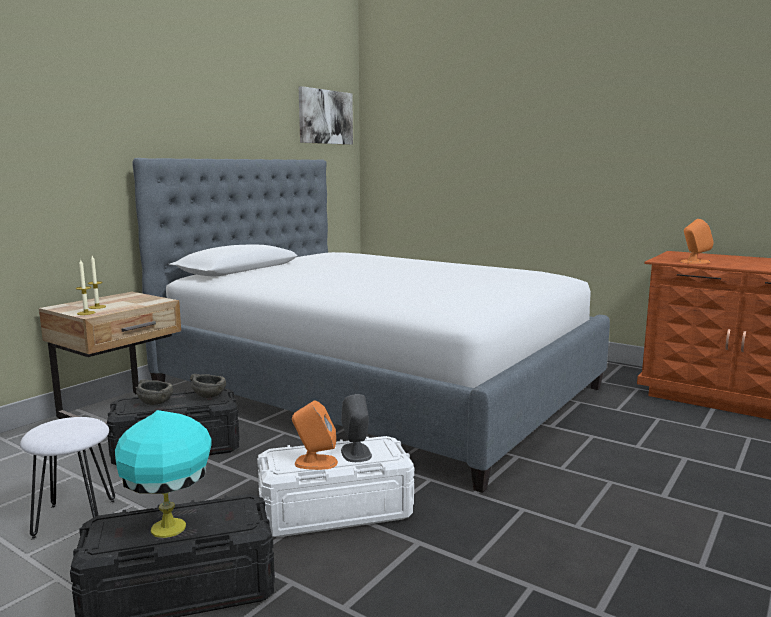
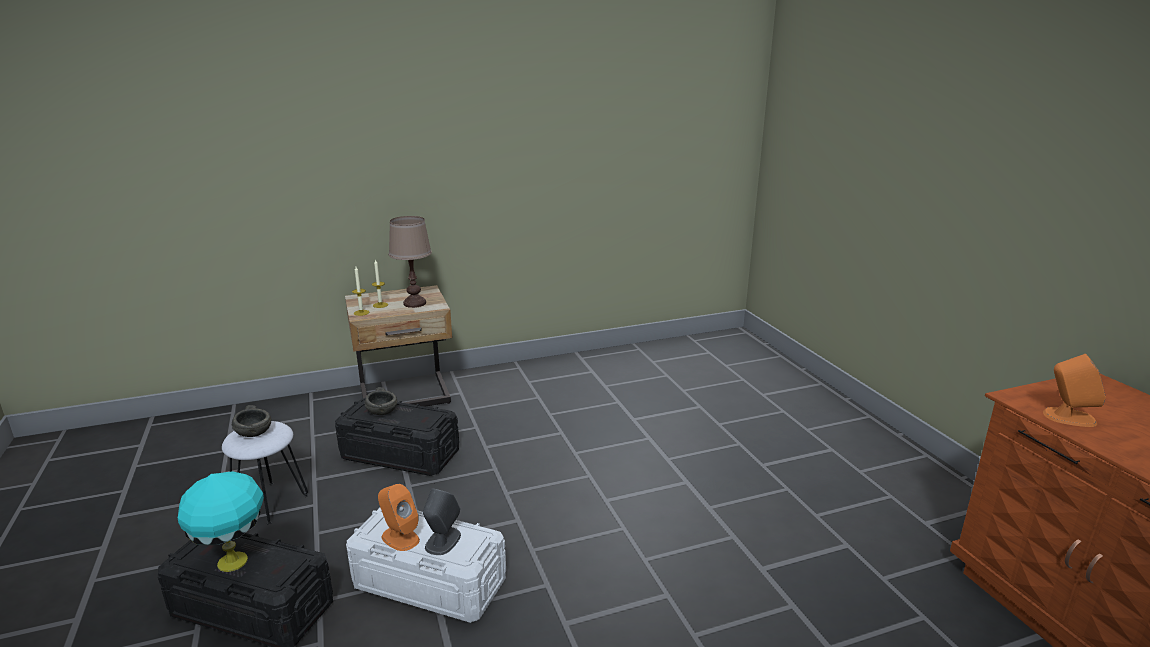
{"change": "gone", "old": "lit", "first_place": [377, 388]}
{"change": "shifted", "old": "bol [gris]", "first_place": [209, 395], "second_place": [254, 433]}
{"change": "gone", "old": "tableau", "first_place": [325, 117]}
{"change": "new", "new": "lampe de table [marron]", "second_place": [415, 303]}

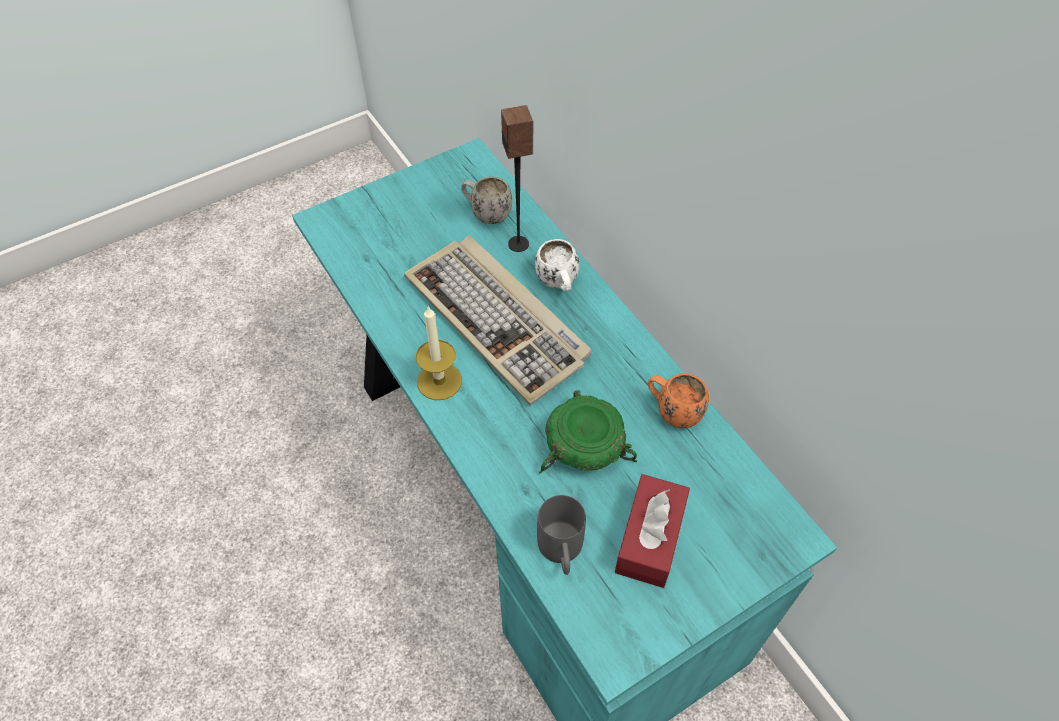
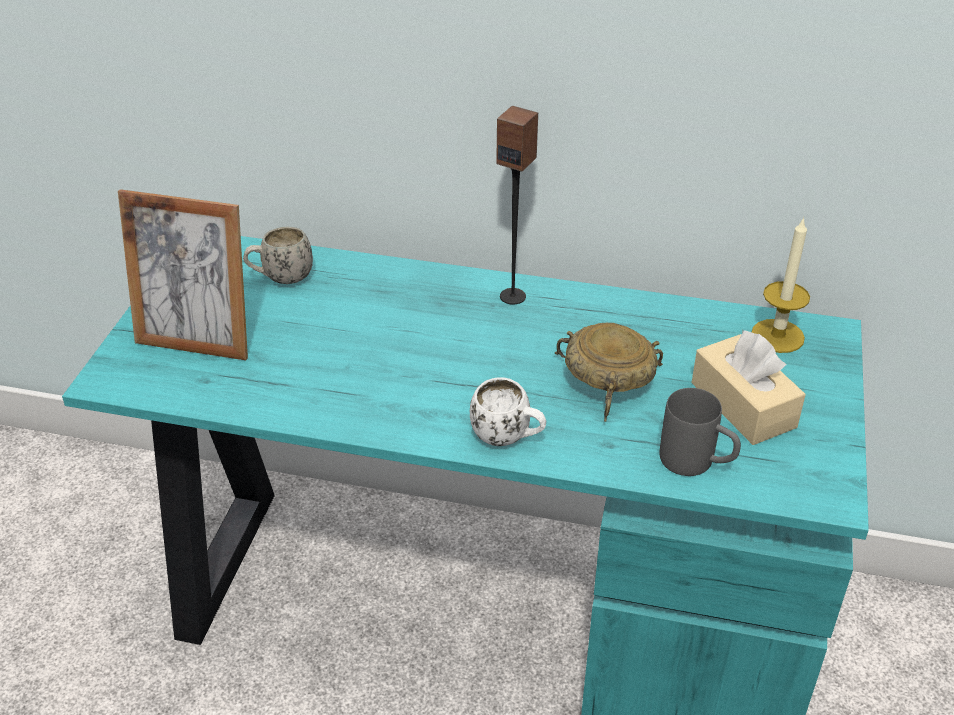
{"change": "gone", "old": "clavier", "first_place": [498, 320]}
{"change": "shifted", "old": "bougie", "first_place": [439, 381], "second_place": [777, 336]}
{"change": "shifted", "old": "enceinte", "first_place": [519, 244], "second_place": [513, 296]}
{"change": "shifted", "old": "mug [blanc]", "first_place": [559, 284], "second_place": [508, 438]}
{"change": "repainted", "old": "bol [vert]", "new": "bol [beige]", "first_place": [582, 446], "second_place": [607, 383]}
{"change": "repainted", "old": "boîte à mouchoirs [rouge]", "new": "boîte à mouchoirs [beige]", "first_place": [650, 538], "second_place": [743, 405]}
{"change": "gone", "old": "mug [orange]", "first_place": [672, 411]}
{"change": "new", "new": "cadre photo", "second_place": [197, 341]}

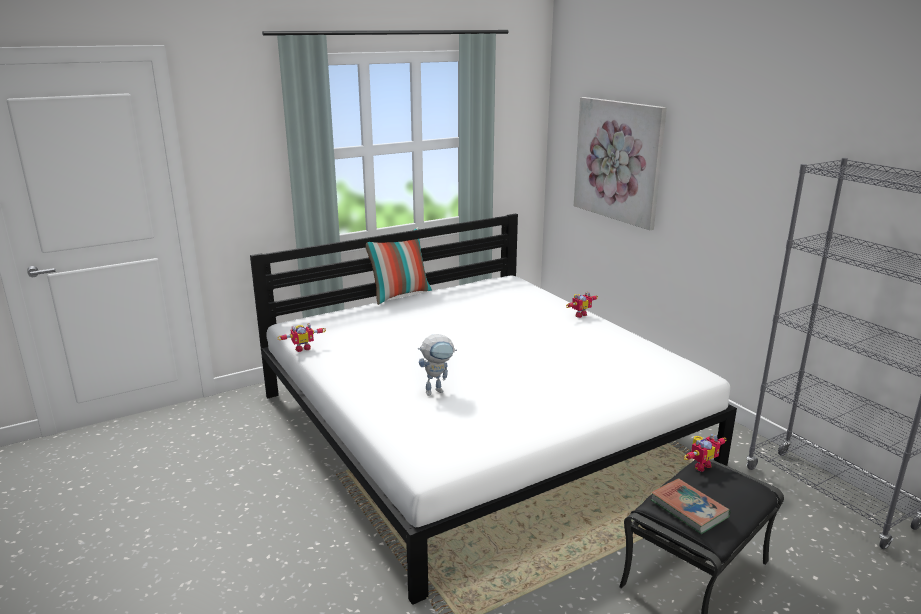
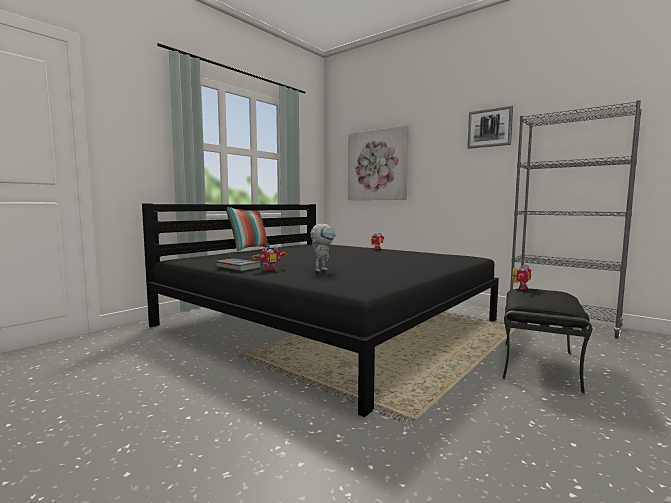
{"change": "repainted", "old": "lit [blanc]", "new": "lit [noir]", "first_place": [477, 427], "second_place": [328, 322]}
{"change": "shifted", "old": "robot jouet", "first_place": [302, 348], "second_place": [269, 269]}
{"change": "shifted", "old": "livre", "first_place": [689, 509], "second_place": [238, 267]}
{"change": "new", "new": "tableau", "second_place": [489, 128]}

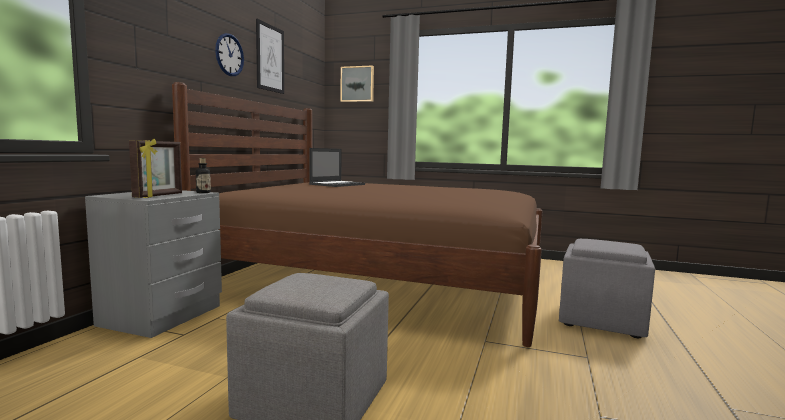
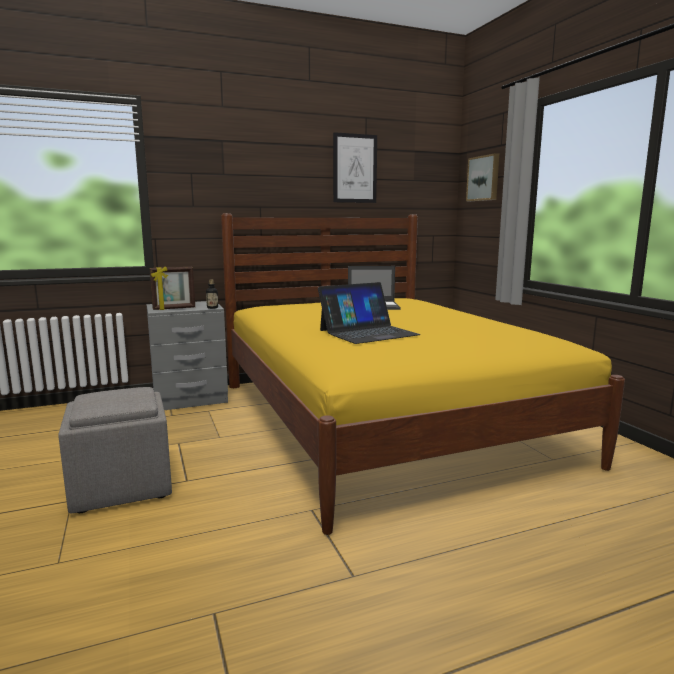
{"change": "repainted", "old": "lit [marron]", "new": "lit [jaune]", "first_place": [381, 280], "second_place": [382, 420]}
{"change": "gone", "old": "horloge murale", "first_place": [229, 55]}
{"change": "gone", "old": "pouf [gris]", "first_place": [600, 320]}
{"change": "new", "new": "ordinateur portable", "second_place": [368, 332]}

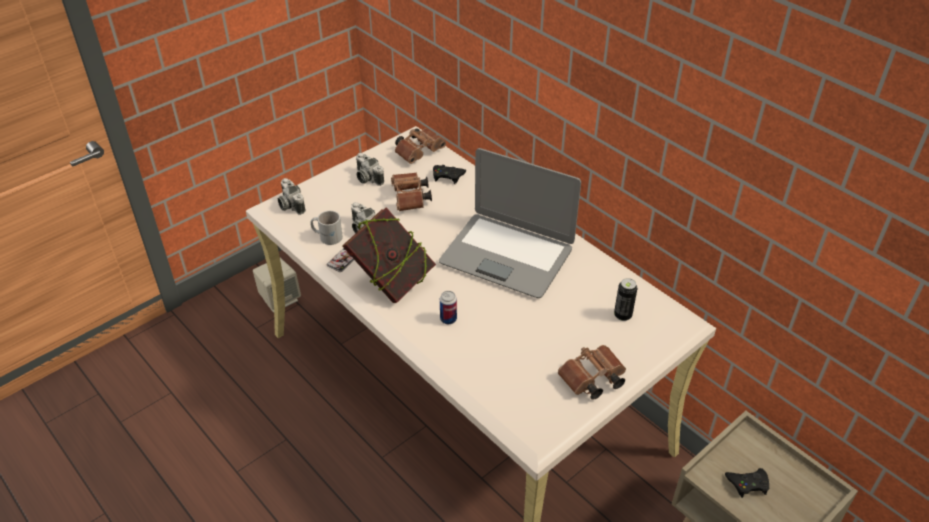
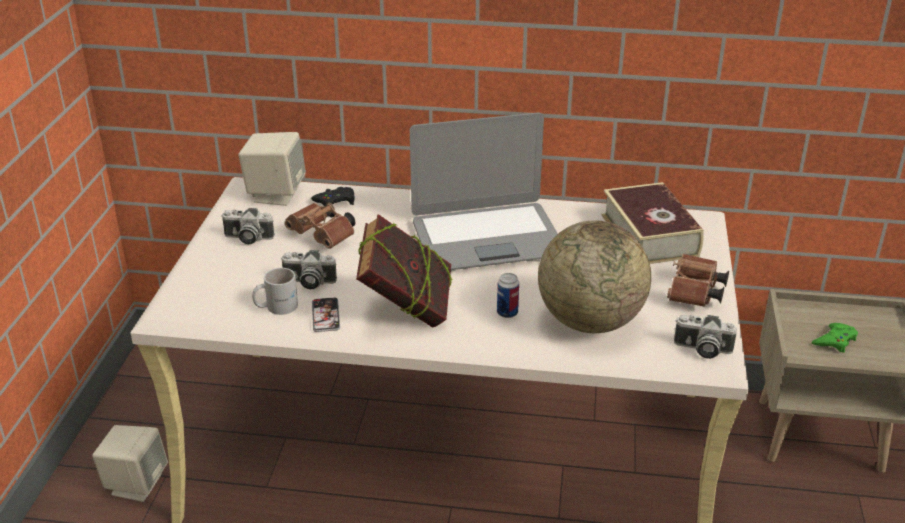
{"change": "shifted", "old": "appareil photo", "first_place": [290, 205], "second_place": [702, 349]}
{"change": "swapped", "old": "jumelles [marron]", "new": "enceinte [beige]", "first_place": [420, 152], "second_place": [275, 194]}
{"change": "swapped", "old": "boîte métallique", "new": "livre", "first_place": [622, 315], "second_place": [649, 235]}
{"change": "repainted", "old": "manette [noir]", "new": "manette [vert]", "first_place": [748, 484], "second_place": [835, 341]}
{"change": "new", "new": "globe", "second_place": [590, 321]}

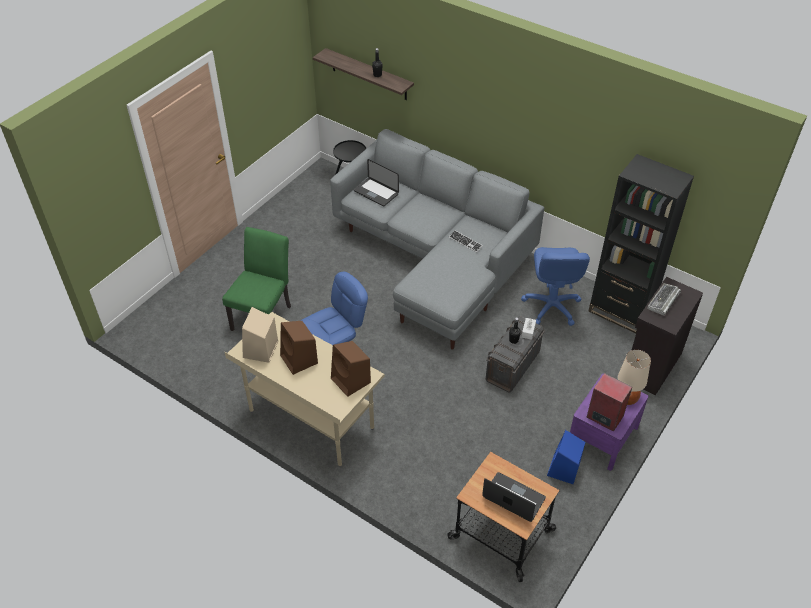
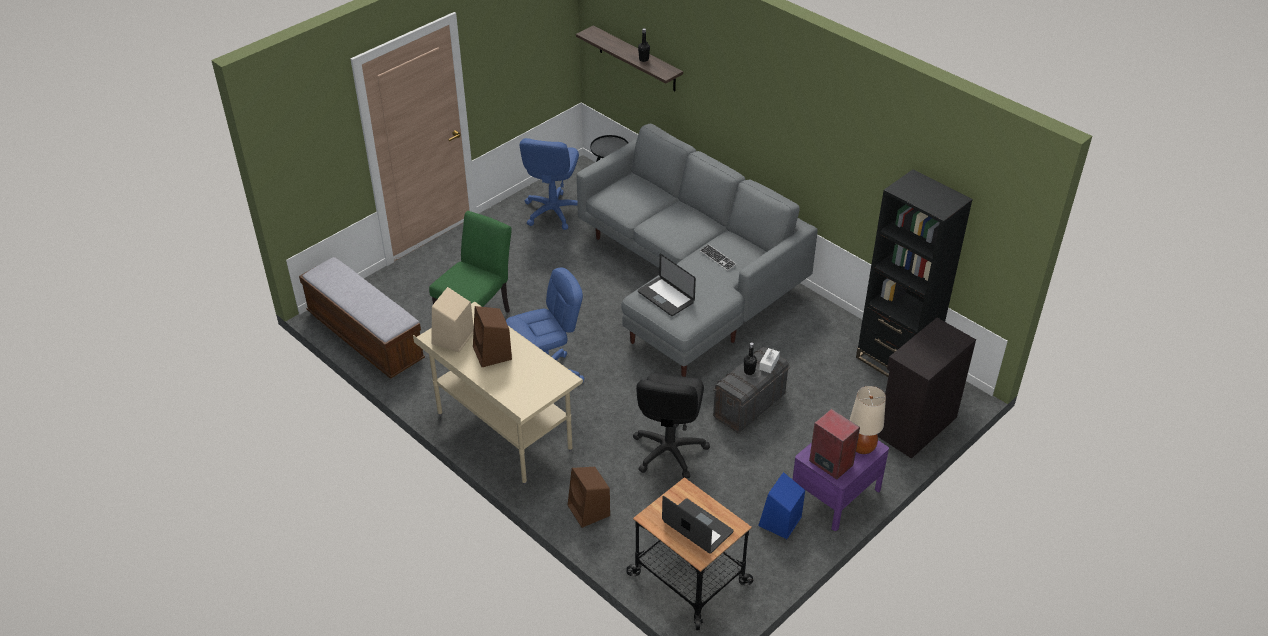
{"change": "shifted", "old": "enceinte [marron]", "first_place": [351, 381], "second_place": [589, 511]}
{"change": "shifted", "old": "ordinateur portable", "first_place": [376, 192], "second_place": [665, 297]}
{"change": "shifted", "old": "chaise de bureau [bleu]", "first_place": [551, 307], "second_place": [553, 212]}
{"change": "gone", "old": "clavier", "first_place": [663, 301]}
{"change": "new", "new": "banc", "second_place": [365, 337]}
{"change": "new", "new": "chaise de bureau [noir]", "second_place": [669, 451]}

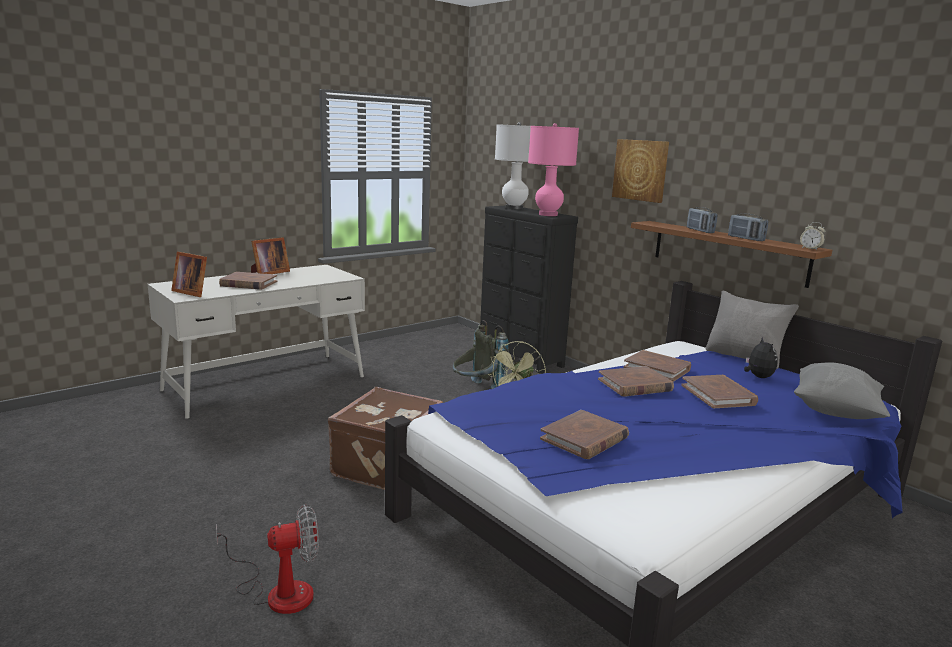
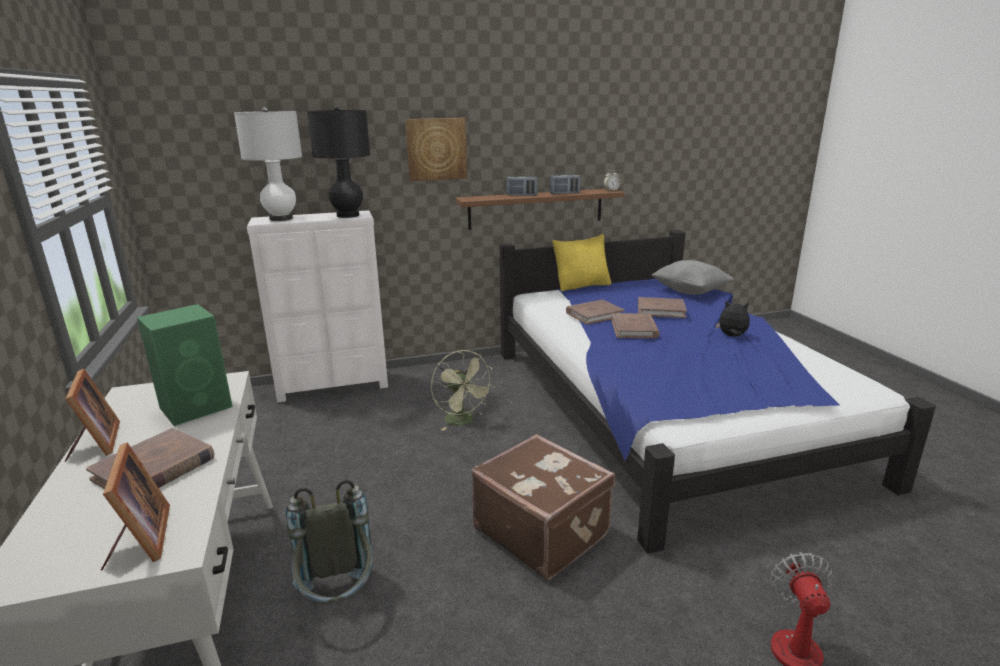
{"change": "rotated", "old": "cadre photo", "first_place": [192, 292], "second_place": [140, 540], "degrees": -75}
{"change": "shifted", "old": "sac à dos [gris]", "first_place": [476, 390], "second_place": [338, 599]}
{"change": "repainted", "old": "commode [noir]", "new": "commode [blanc]", "first_place": [520, 357], "second_place": [334, 387]}
{"change": "repainted", "old": "lampe de table [rose]", "new": "lampe de table [noir]", "first_place": [548, 215], "second_place": [348, 215]}
{"change": "gone", "old": "livre [marron]", "first_place": [584, 438]}
{"change": "repainted", "old": "coussin [gris]", "new": "coussin [jaune]", "first_place": [744, 358], "second_place": [582, 286]}
{"change": "shifted", "old": "peluche", "first_place": [758, 377], "second_place": [732, 336]}
{"change": "new", "new": "enceinte [vert]", "second_place": [198, 406]}

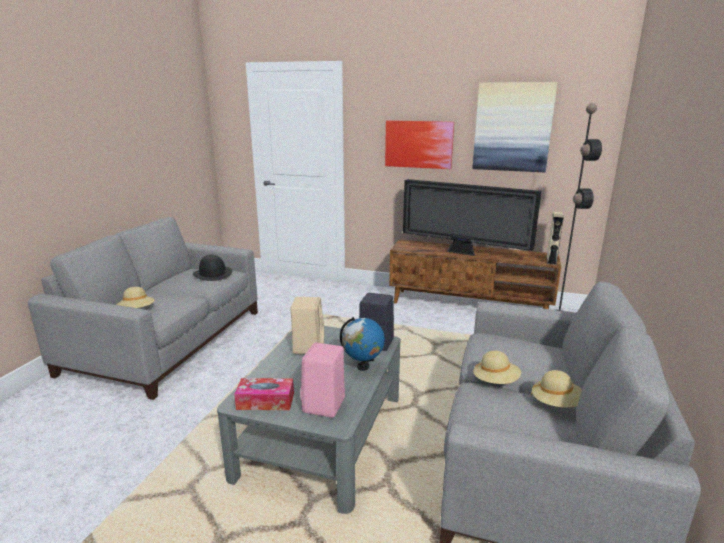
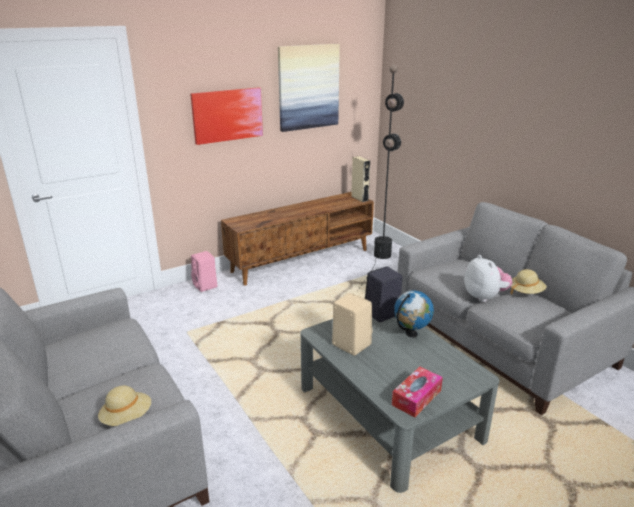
{"change": "gone", "old": "chapeau [noir]", "first_place": [213, 273]}
{"change": "shifted", "old": "enceinte [rose]", "first_place": [324, 406], "second_place": [205, 286]}
{"change": "gone", "old": "téléviseur", "first_place": [463, 253]}
{"change": "swapped", "old": "chapeau [beige]", "new": "peluche", "first_place": [495, 381], "second_place": [484, 297]}

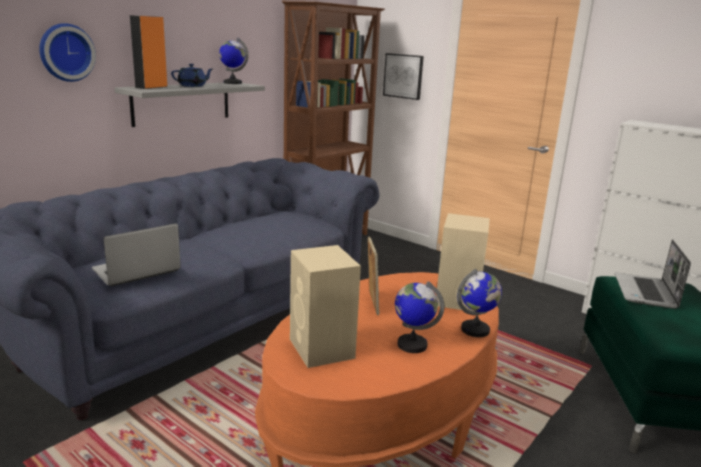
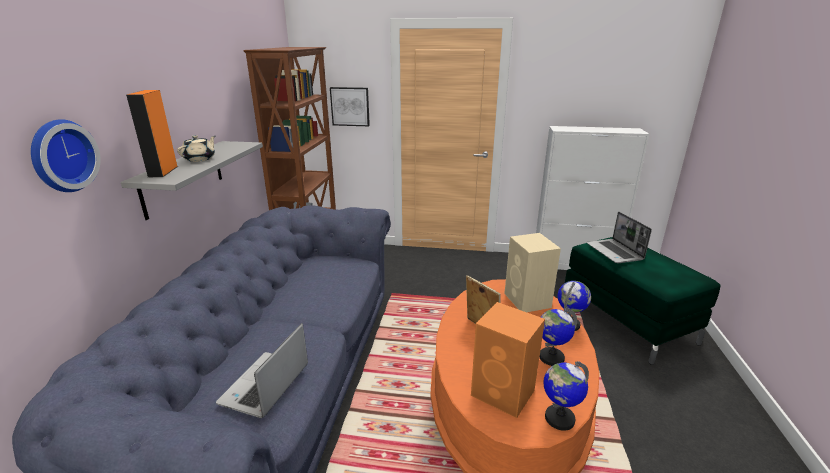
{"change": "repainted", "old": "théière [bleu]", "new": "théière [beige]", "first_place": [193, 86], "second_place": [200, 159]}
{"change": "shifted", "old": "globe", "first_place": [232, 83], "second_place": [559, 418]}
{"change": "repainted", "old": "enceinte [beige]", "new": "enceinte [orange]", "first_place": [322, 349], "second_place": [504, 393]}

